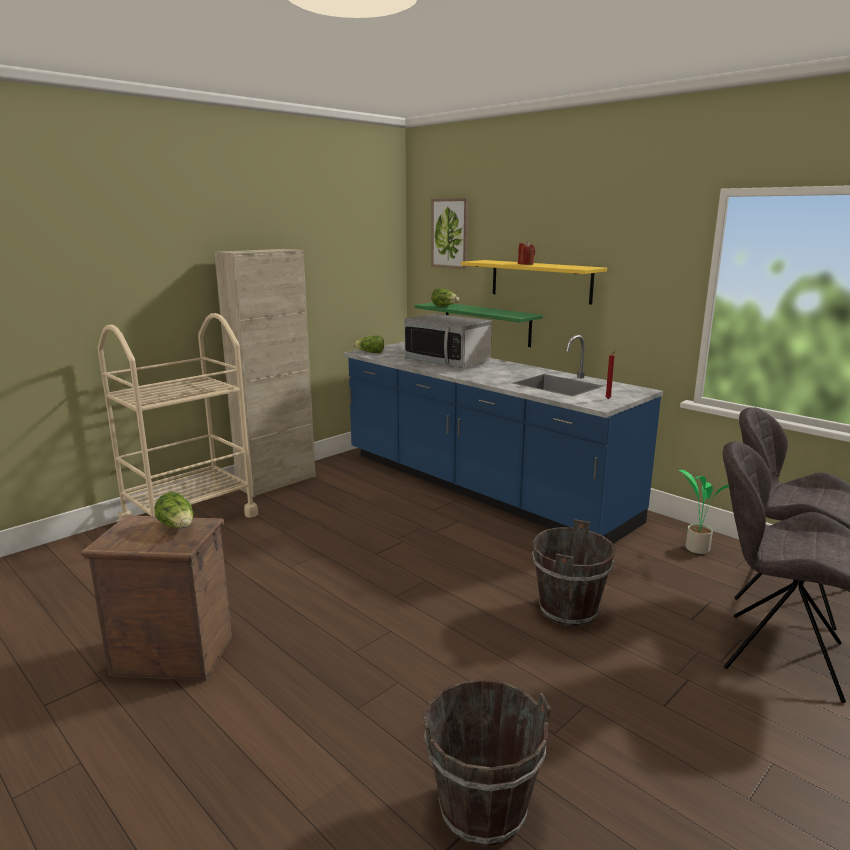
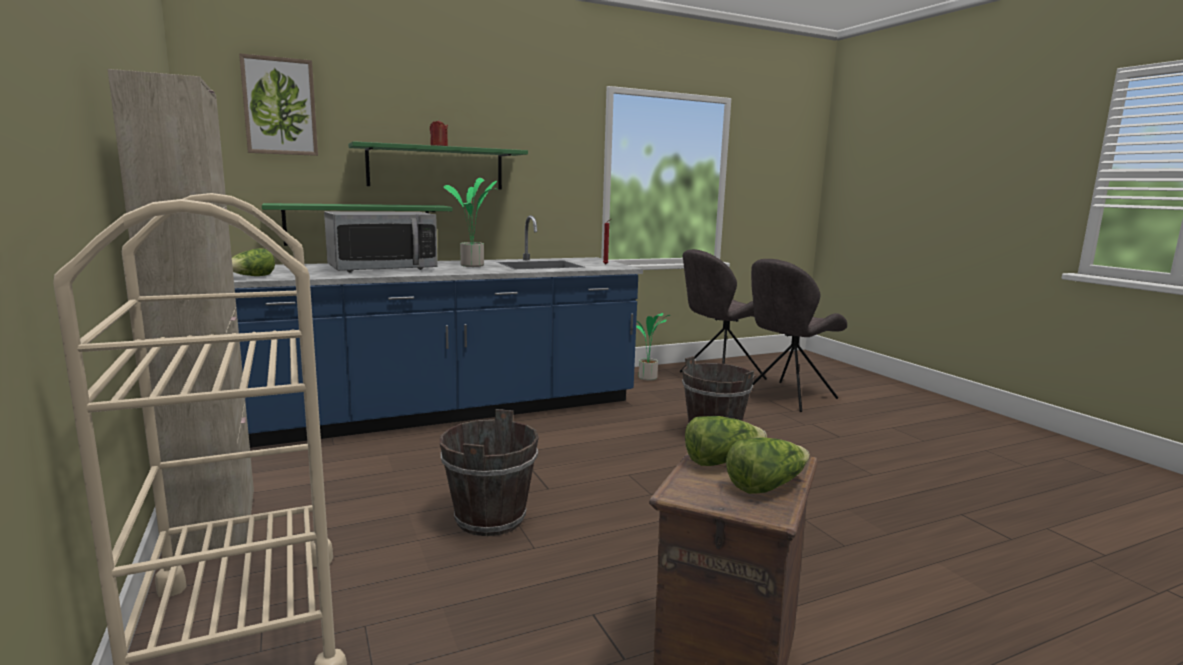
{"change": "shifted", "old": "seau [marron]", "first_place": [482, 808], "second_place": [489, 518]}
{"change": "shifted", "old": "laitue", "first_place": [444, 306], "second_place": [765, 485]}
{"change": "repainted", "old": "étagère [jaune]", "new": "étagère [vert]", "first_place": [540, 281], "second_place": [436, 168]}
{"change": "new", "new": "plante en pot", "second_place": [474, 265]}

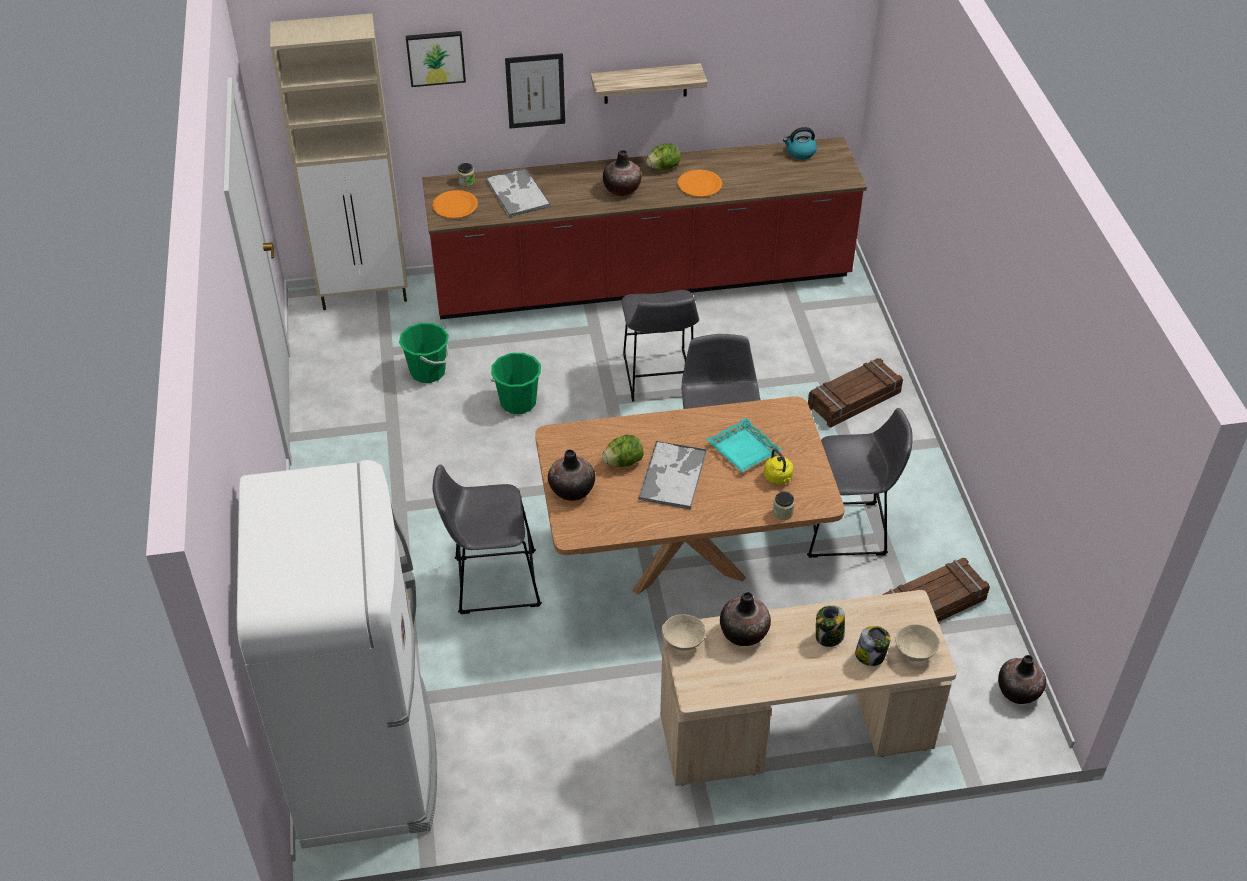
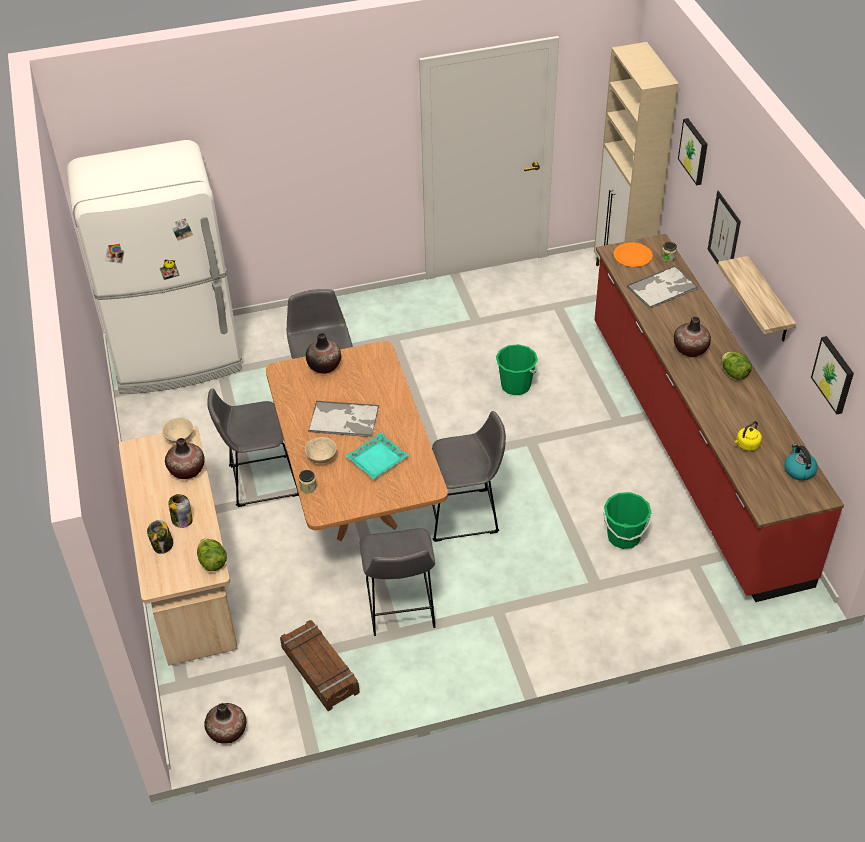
{"change": "shifted", "old": "seau [vert]", "first_place": [428, 372], "second_place": [624, 537]}
{"change": "shifted", "old": "laitue", "first_place": [623, 462], "second_place": [212, 562]}
{"change": "shifted", "old": "tabouret [gris]", "first_place": [658, 379], "second_place": [260, 481]}
{"change": "gone", "old": "assiette [orange]", "first_place": [699, 185]}
{"change": "shifted", "old": "bouilloire [jaune]", "first_place": [778, 478], "second_place": [746, 445]}
{"change": "gone", "old": "caisse", "first_place": [854, 400]}
{"change": "shifted", "old": "bol [beige]", "first_place": [914, 652], "second_place": [322, 458]}
{"change": "new", "new": "tableau", "second_place": [834, 374]}

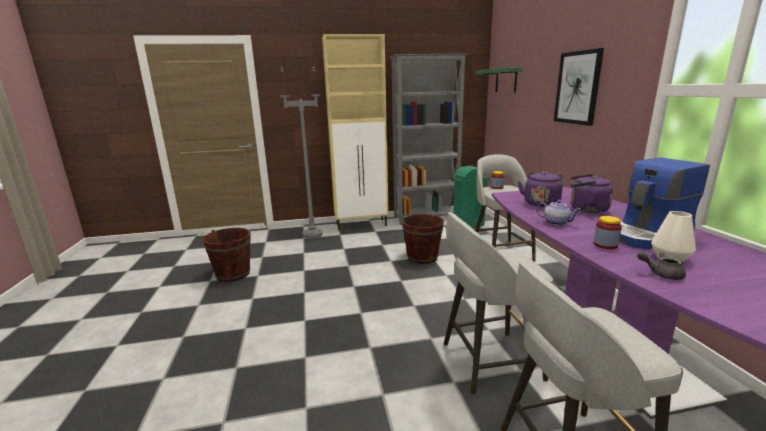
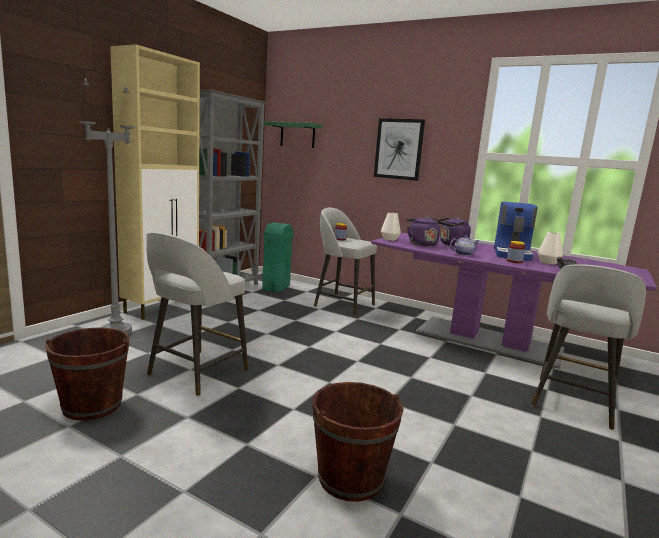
{"change": "shifted", "old": "seau [marron]", "first_place": [422, 257], "second_place": [350, 478]}
{"change": "shifted", "old": "tabouret [gris]", "first_place": [488, 361], "second_place": [196, 373]}
{"change": "new", "new": "vase [blanc]", "second_place": [390, 239]}

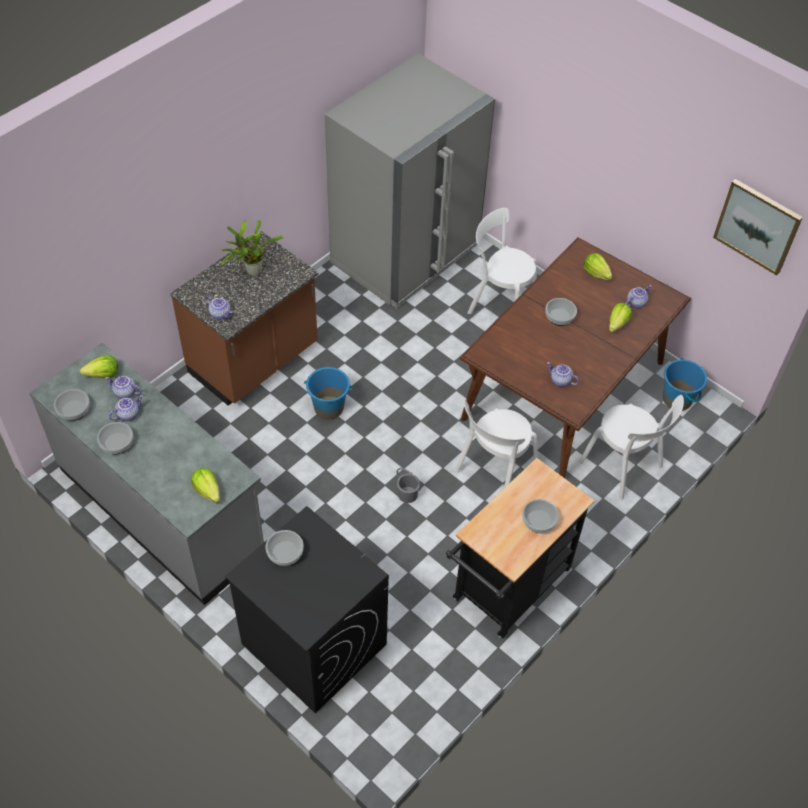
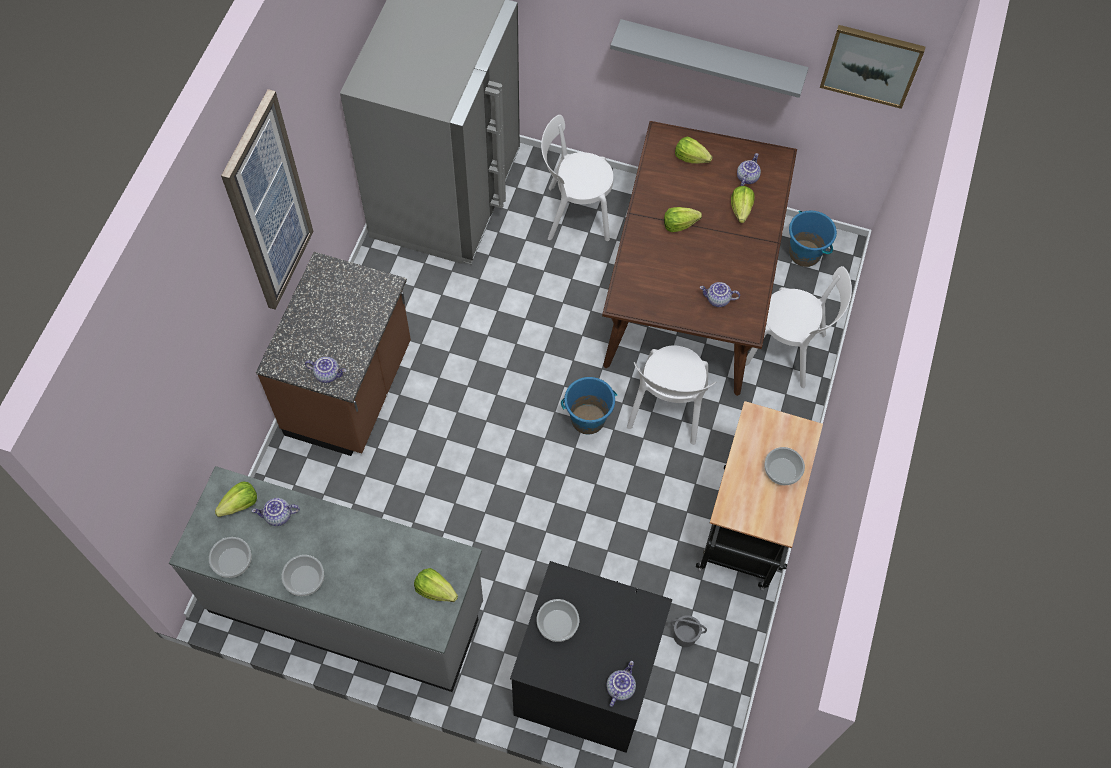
{"change": "shifted", "old": "théière", "first_place": [128, 414], "second_place": [619, 687]}
{"change": "gone", "old": "plante en pot", "first_place": [251, 272]}
{"change": "shifted", "old": "seau [bleu]", "first_place": [329, 407], "second_place": [587, 419]}
{"change": "shifted", "old": "seau [gris]", "first_place": [407, 495], "second_place": [685, 636]}
{"change": "swapped", "old": "bol", "new": "laitue", "first_place": [559, 316], "second_place": [679, 224]}
{"change": "new", "new": "tableau", "second_place": [268, 205]}
{"change": "new", "new": "étagère [gris]", "second_place": [711, 55]}

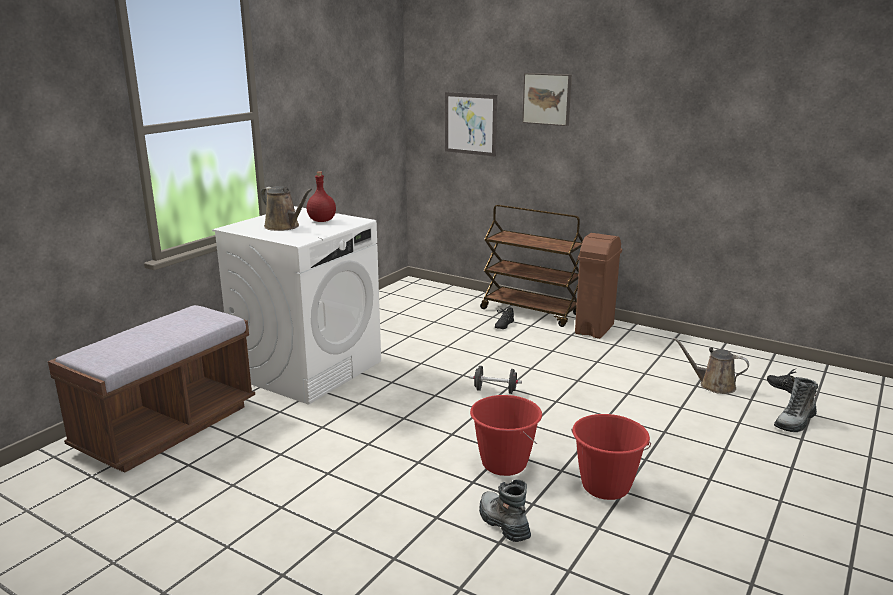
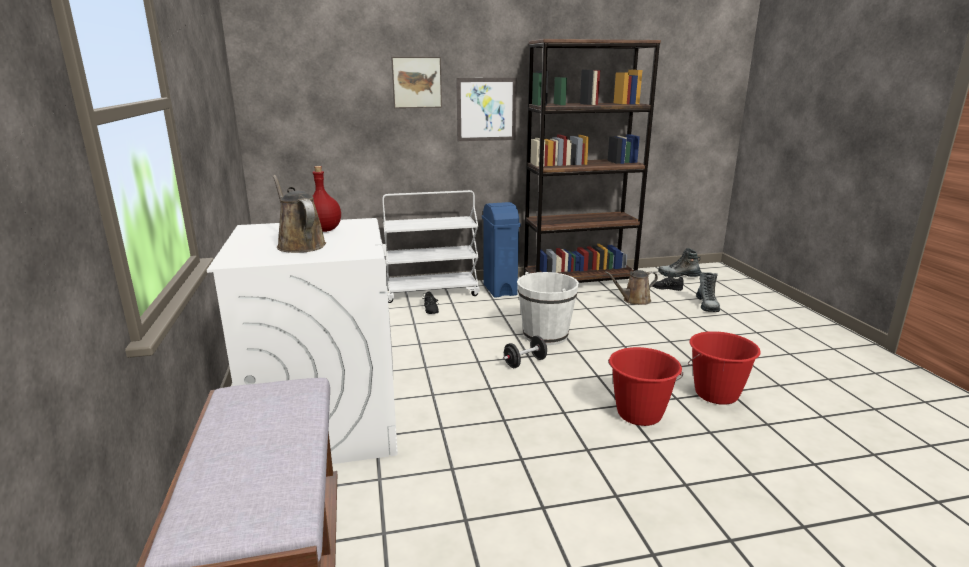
{"change": "rotated", "old": "arrosoir [marron]", "first_place": [284, 227], "second_place": [299, 245], "degrees": -120}
{"change": "shifted", "old": "tableau", "first_place": [470, 123], "second_place": [486, 109]}
{"change": "shifted", "old": "botte", "first_place": [503, 523], "second_place": [679, 275]}
{"change": "repainted", "old": "chariot [marron]", "new": "chariot [blanc]", "first_place": [531, 312], "second_place": [432, 292]}
{"change": "repainted", "old": "poubelle [marron]", "new": "poubelle [bleu]", "first_place": [595, 329], "second_place": [500, 289]}
{"change": "new", "new": "seau [blanc]", "second_place": [545, 335]}
{"change": "new", "new": "bibliothèque [marron]", "second_place": [579, 281]}

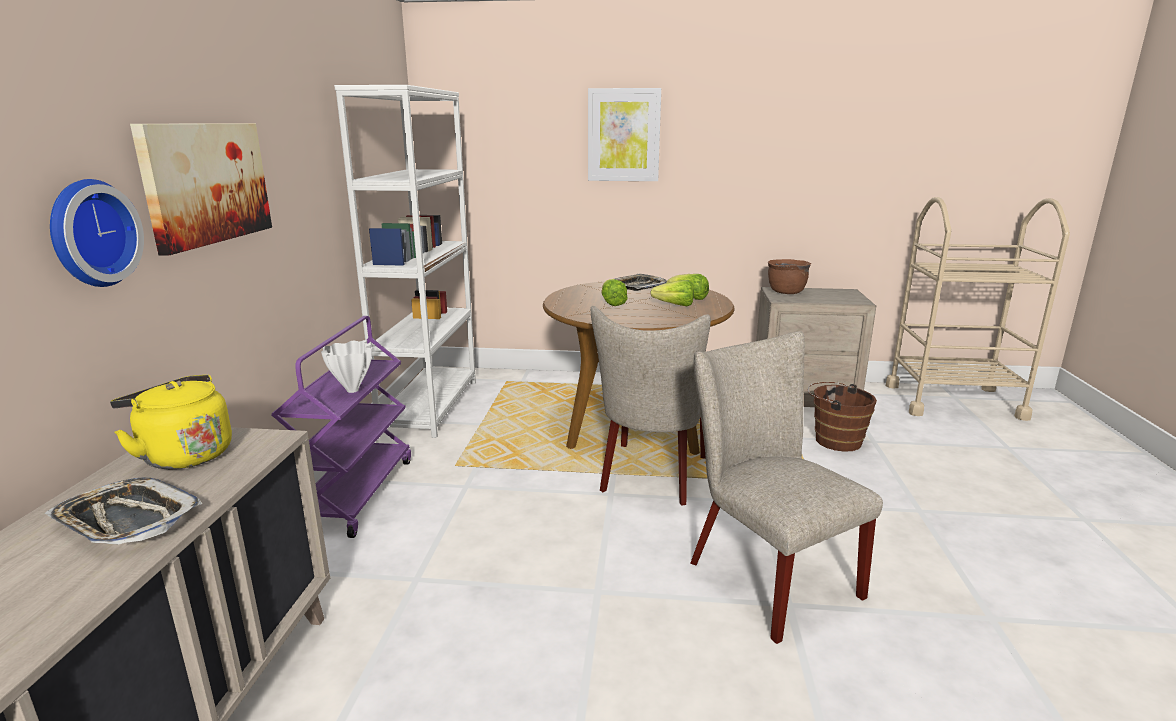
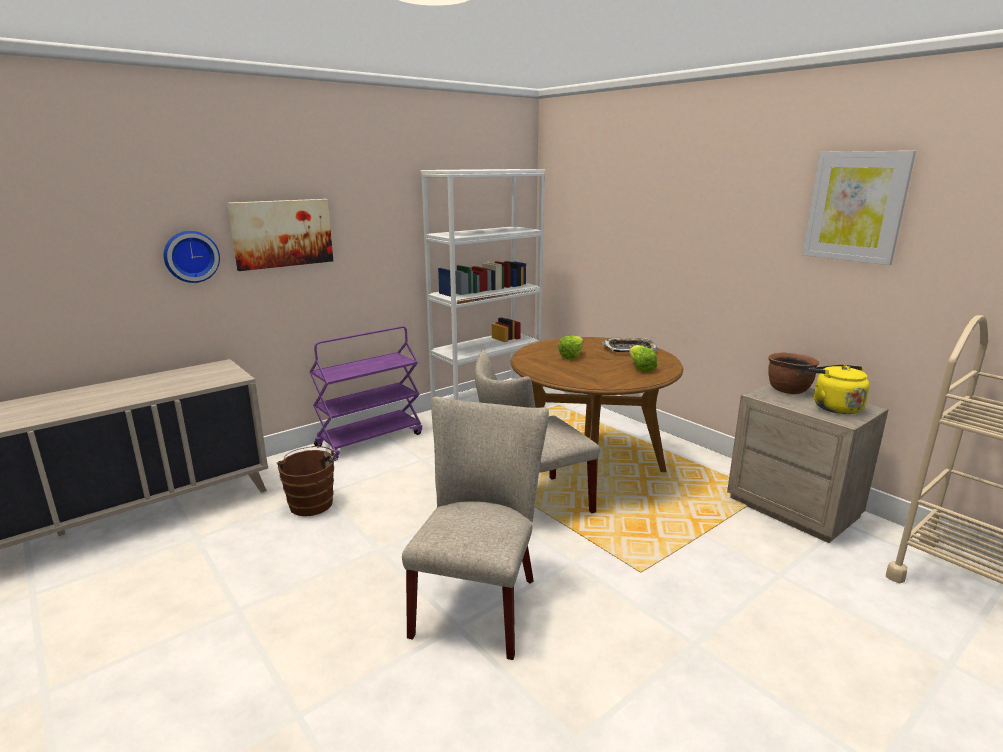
{"change": "gone", "old": "plateau", "first_place": [127, 520]}
{"change": "shifted", "old": "bouilloire [jaune]", "first_place": [184, 455], "second_place": [834, 407]}
{"change": "gone", "old": "vase [blanc]", "first_place": [352, 391]}
{"change": "shifted", "old": "tableau", "first_place": [623, 135], "second_place": [855, 207]}
{"change": "gone", "old": "laitue", "first_place": [671, 305]}
{"change": "shifted", "old": "seau [marron]", "first_place": [834, 440], "second_place": [312, 502]}

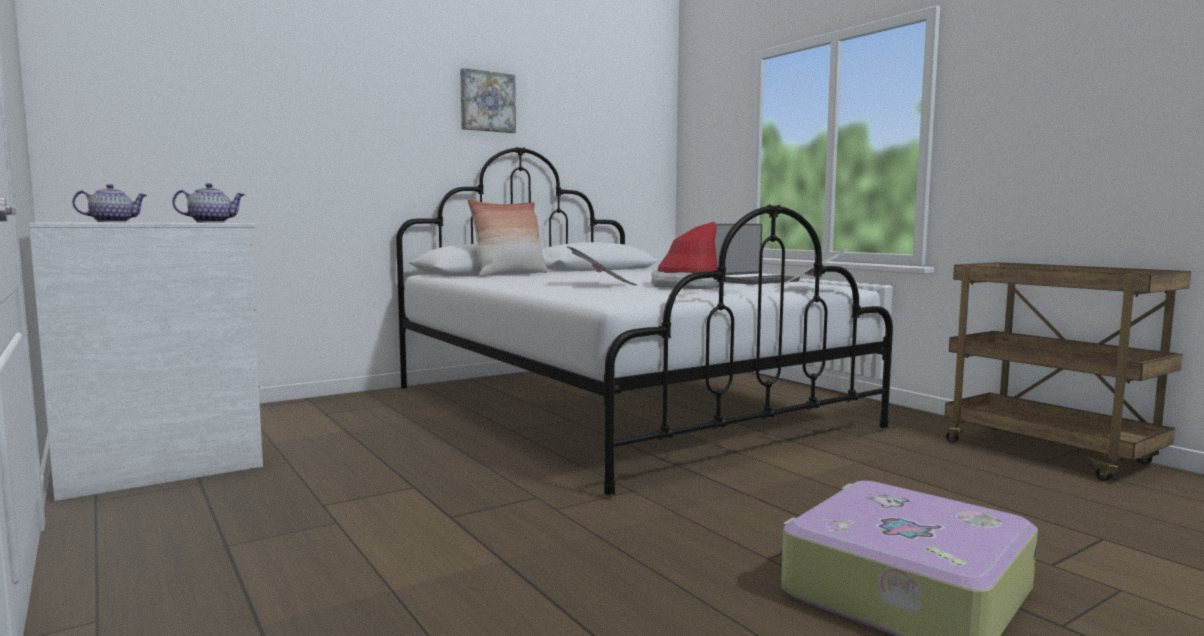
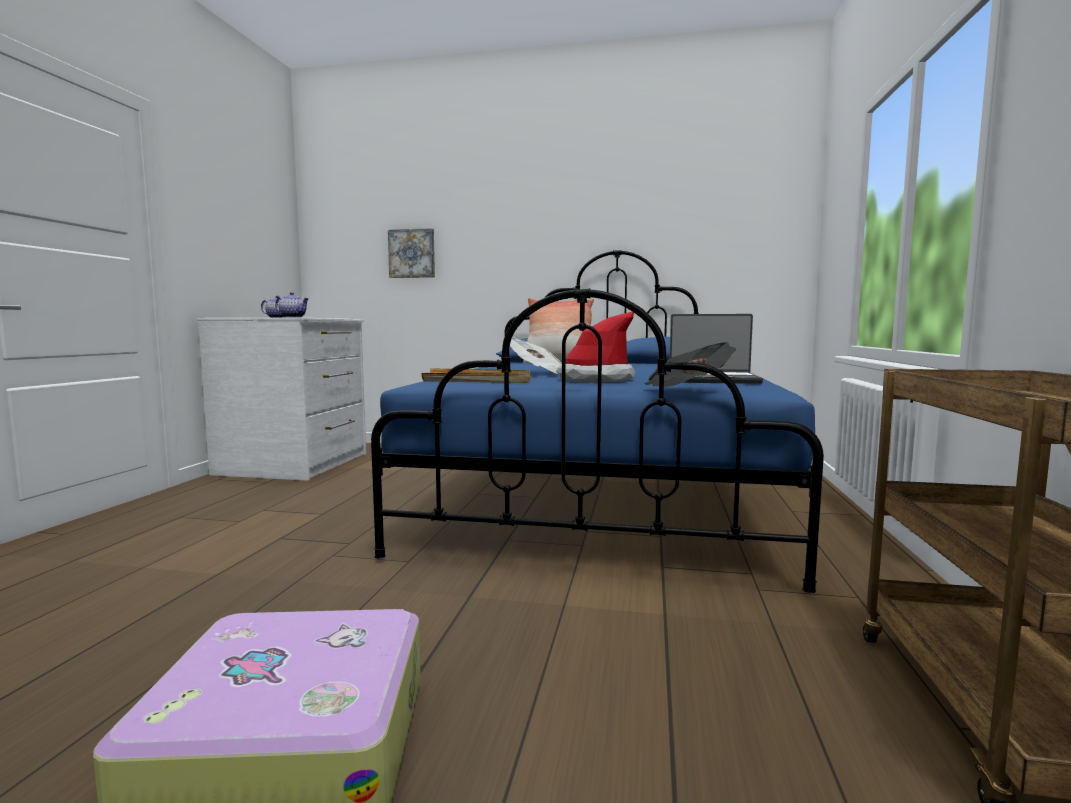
{"change": "repainted", "old": "lit [blanc]", "new": "lit [bleu]", "first_place": [618, 407], "second_place": [603, 495]}
{"change": "shifted", "old": "tableau", "first_place": [487, 102], "second_place": [412, 253]}
{"change": "new", "new": "plateau [beige]", "second_place": [478, 380]}

